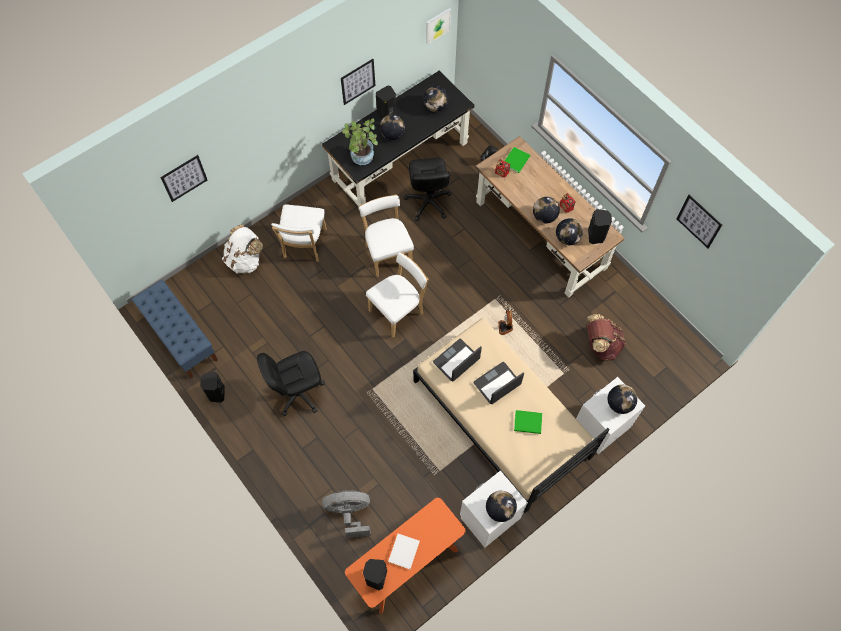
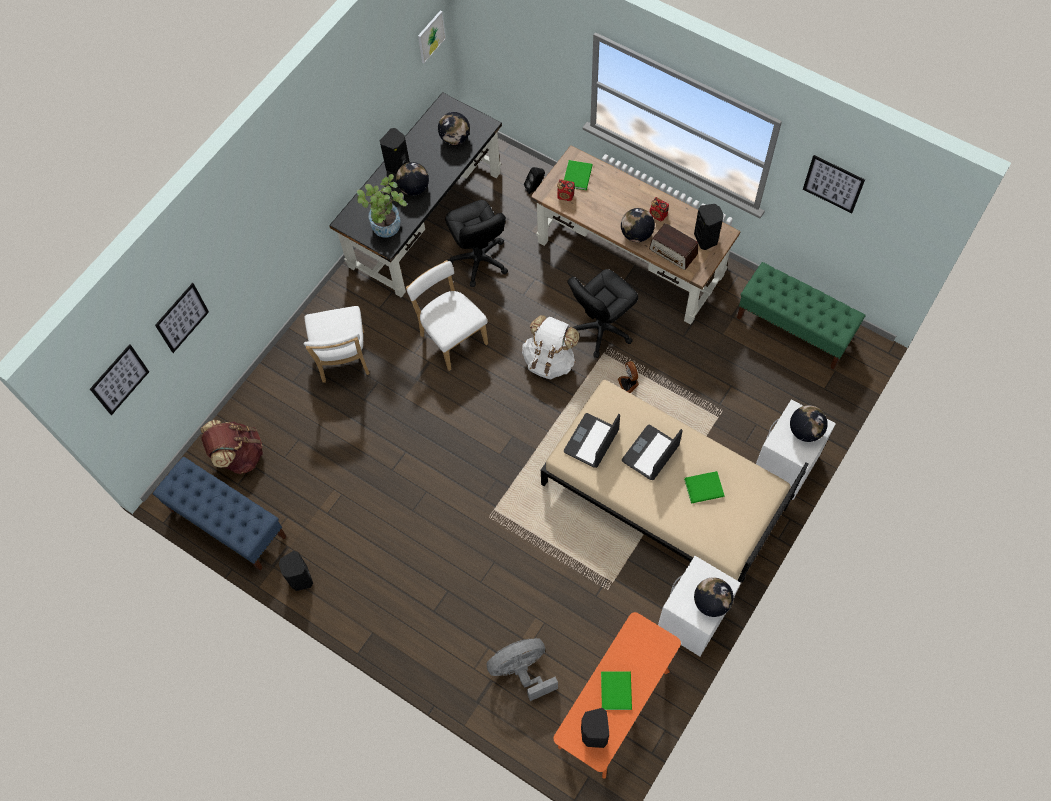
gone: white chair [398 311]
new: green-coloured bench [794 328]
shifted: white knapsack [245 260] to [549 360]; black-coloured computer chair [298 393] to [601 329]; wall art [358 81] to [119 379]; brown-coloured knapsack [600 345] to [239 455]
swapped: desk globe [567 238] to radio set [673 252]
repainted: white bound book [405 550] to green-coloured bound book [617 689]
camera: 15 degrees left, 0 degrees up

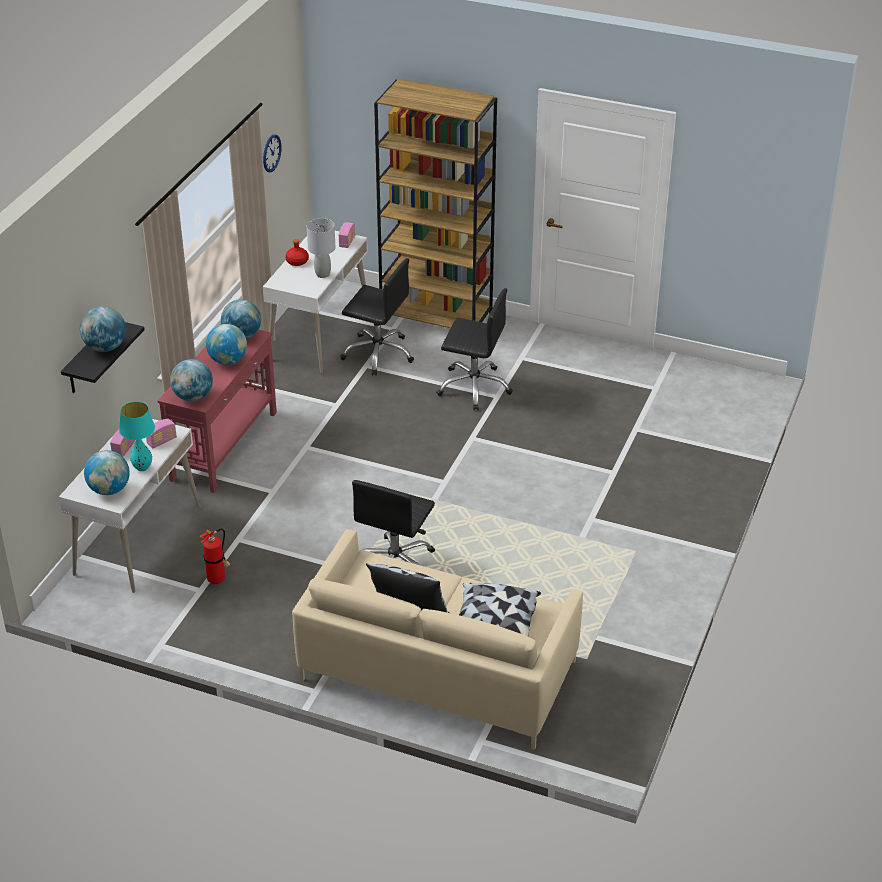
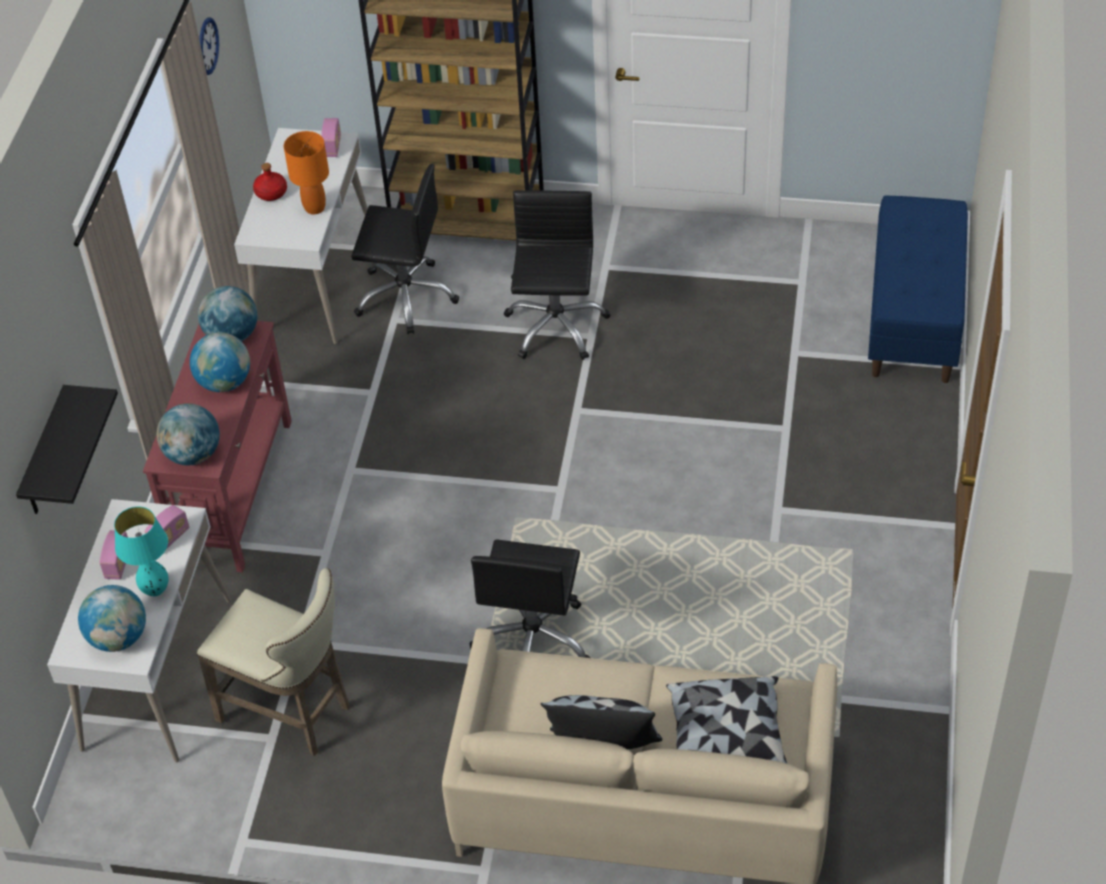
gone: desk globe [105 347]
new: blue bench [914 319]
swapped: extinguisher [218 578] to beige-coloured stool seat [291 713]
repainted: greyish tabletop lamp [323 274] to orangey tabletop lamp [315 208]
rotated: black-coloured computer chair [474 387] = [555 326] 90 degrees counterclockwise
camera: 10 degrees left, 10 degrees up

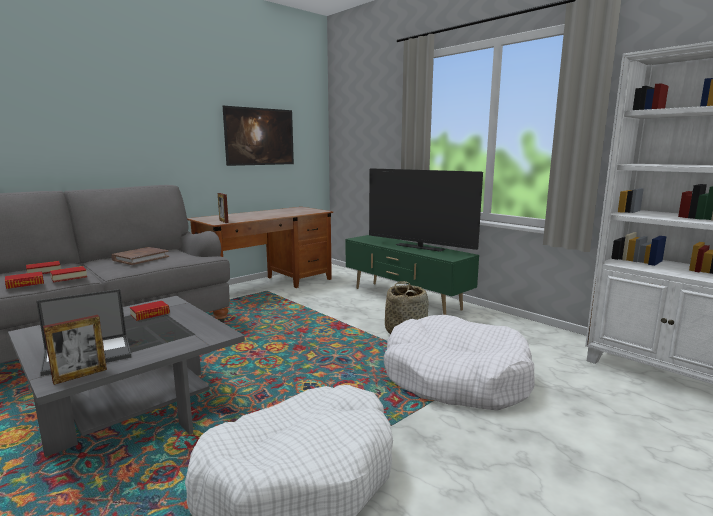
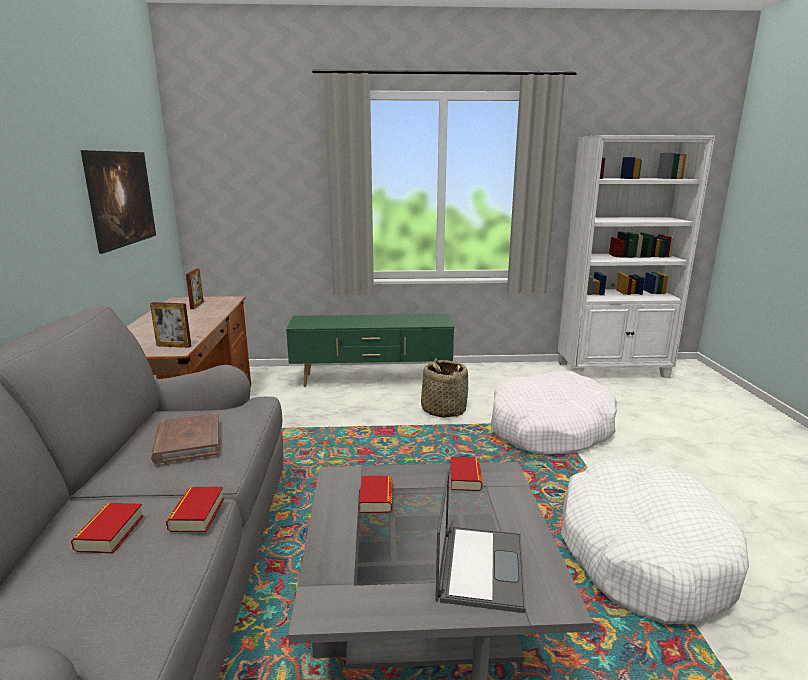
gone: TV [419 247]
shifted: bound book [25 284] to [465 478]; picture frame [80 375] to [197 305]
camera: 50 degrees left, 5 degrees up

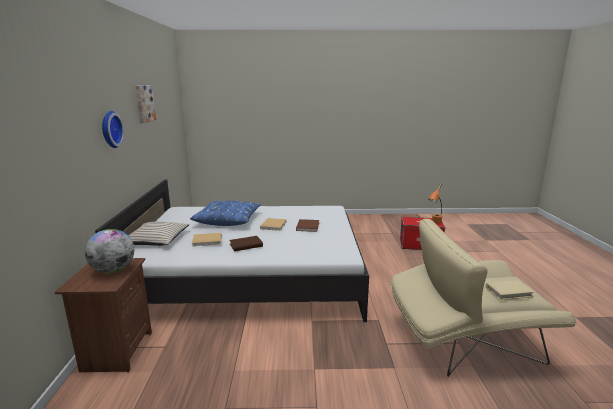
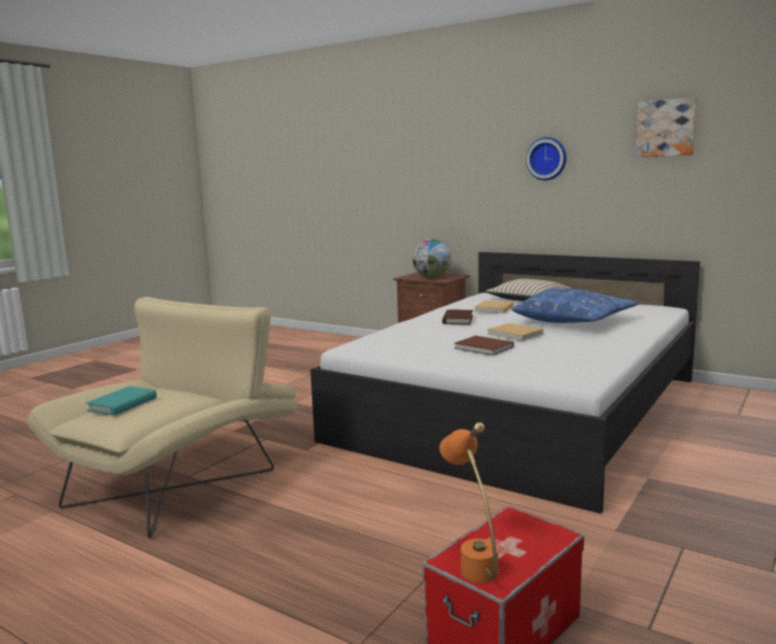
repainted: beige-coloured bound book [508 292] to turquoise bound book [122 404]
camera: 125 degrees right, 5 degrees down

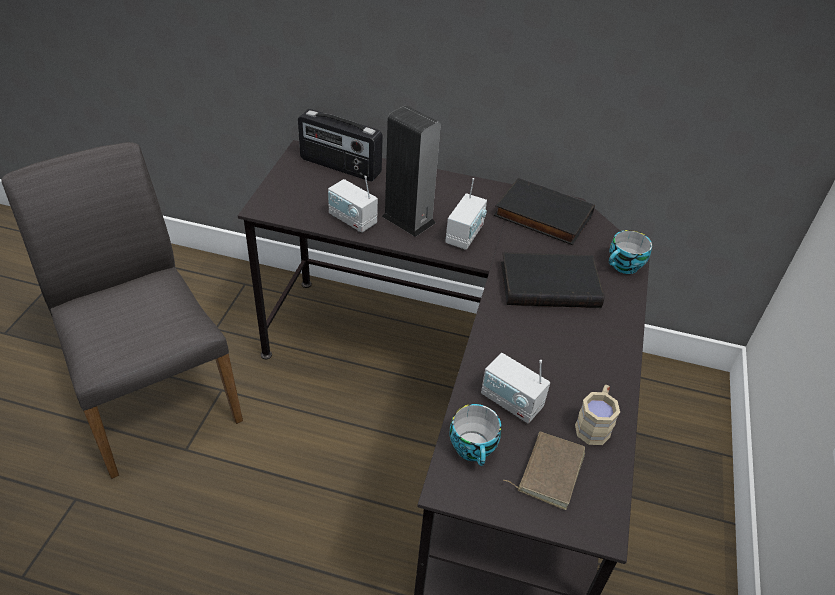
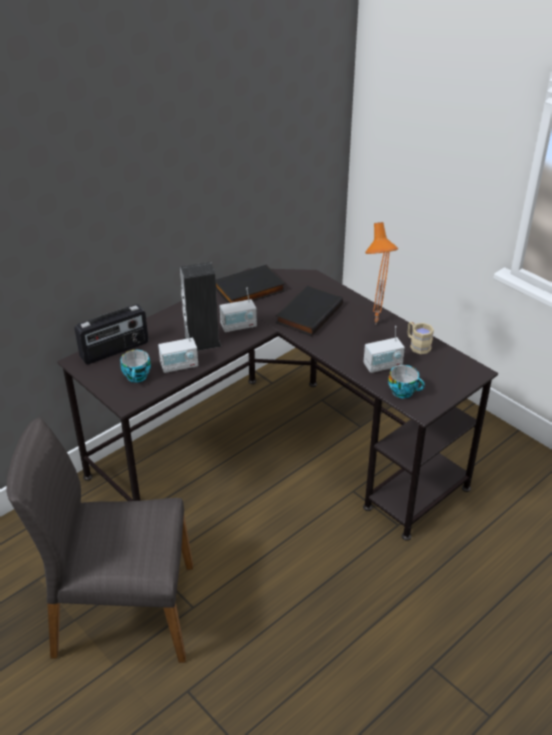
gone: brown-coloured bound book [548 471]
new: orangey tabletop lamp [378 324]
shifted: small cup [624 266] to [137 377]
rotated: radio set [465 235] = [238 326] 105 degrees clockwise
camera: 55 degrees left, 5 degrees down

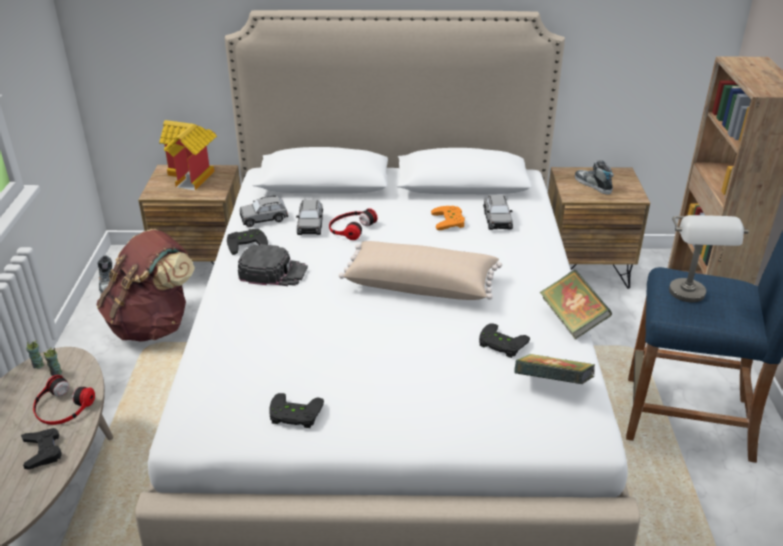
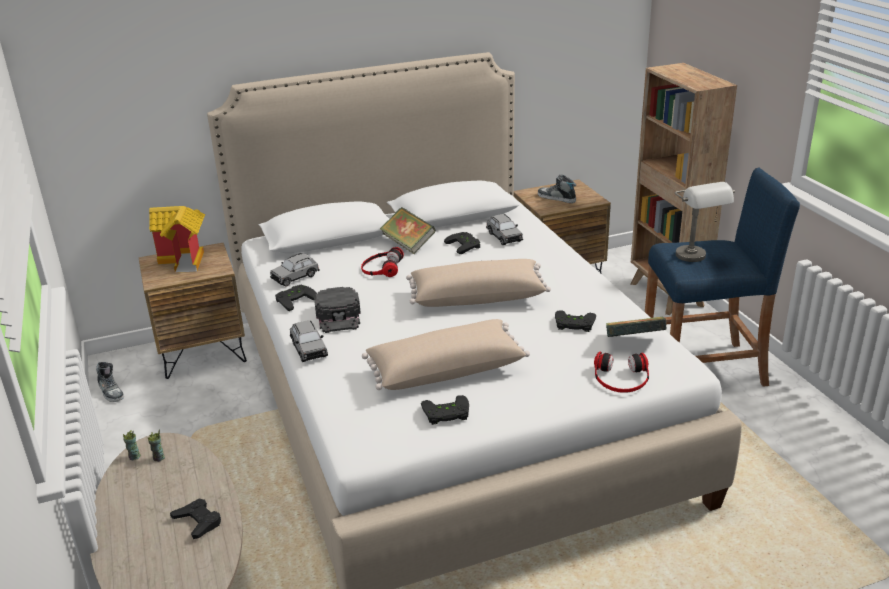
gone: brown-coloured knapsack [153 325]
new: beige-coloured throw pillow [445 370]
shifted: headphones [62 407] to [621 378]; greyish miniature car [310 225] to [309 349]; bound book [572 320] to [408 244]
repainted: orangey gamepad [450 221] to black-coloured gamepad [465 245]
rotated: black-coloured cap [273 272] = [339 316] 90 degrees clockwise
camera: 20 degrees left, 5 degrees down

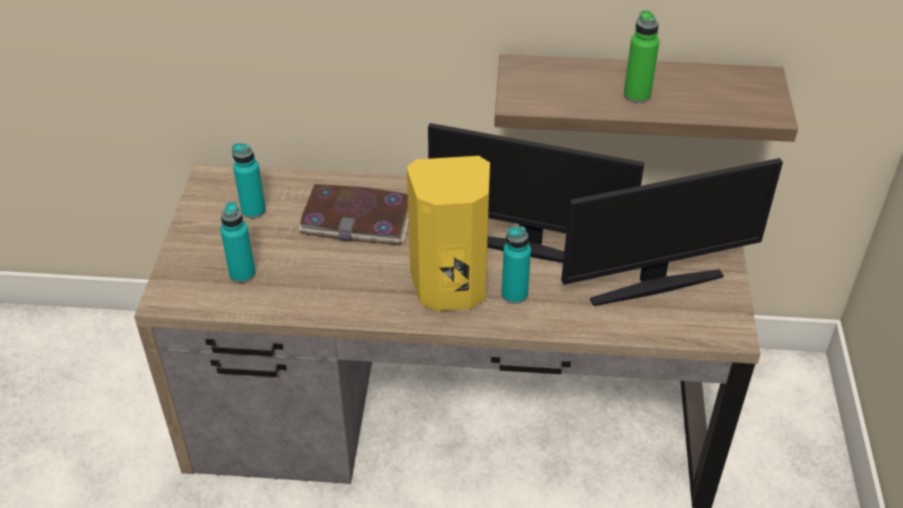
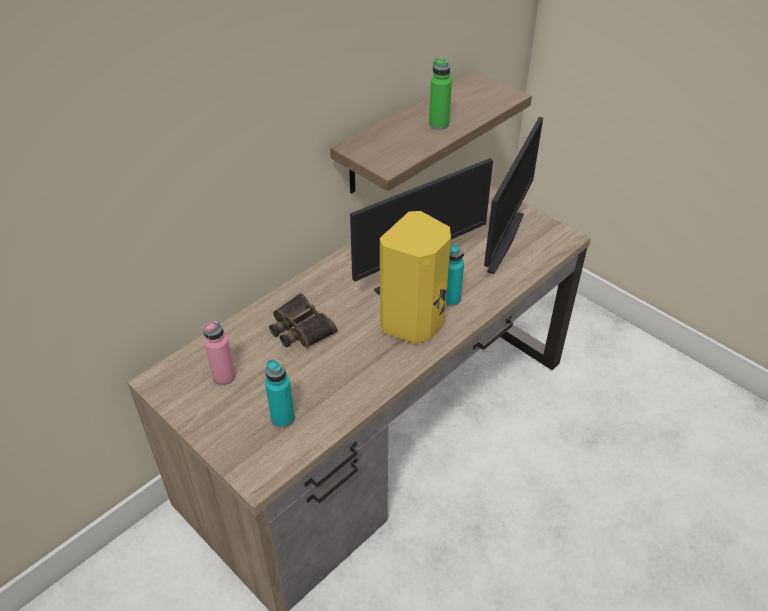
swapped: bound book [357 218] to pair of binoculars [299 328]
repainted: turquoise beverage bottle [253 210] to pinkish beverage bottle [224 376]
camera: 50 degrees left, 0 degrees up

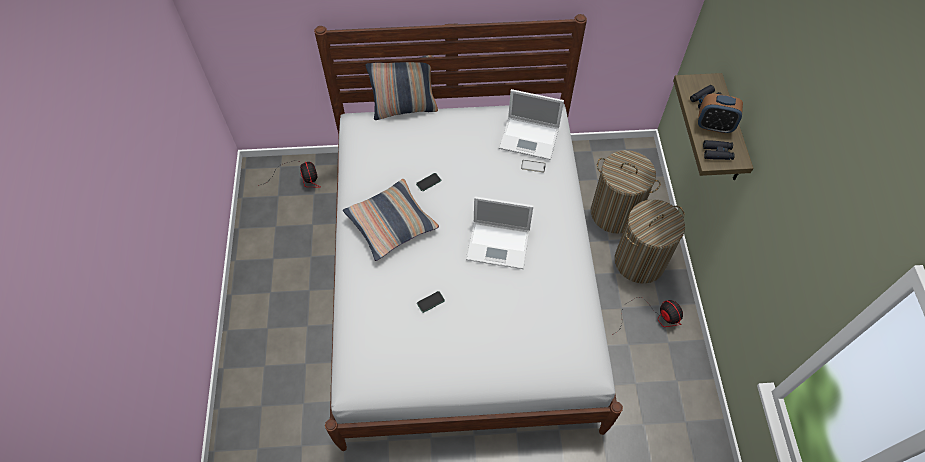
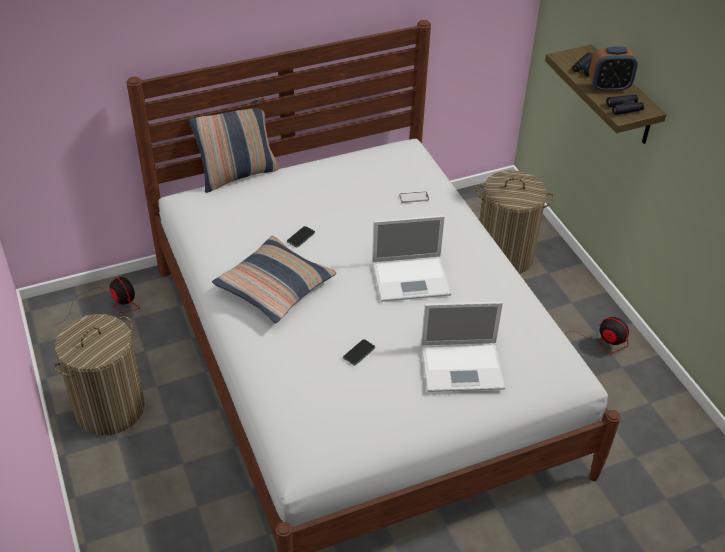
shifted: portable computer [530 138] to [463 366]; hamper [639 261] to [110 408]
camera: 20 degrees left, 15 degrees down

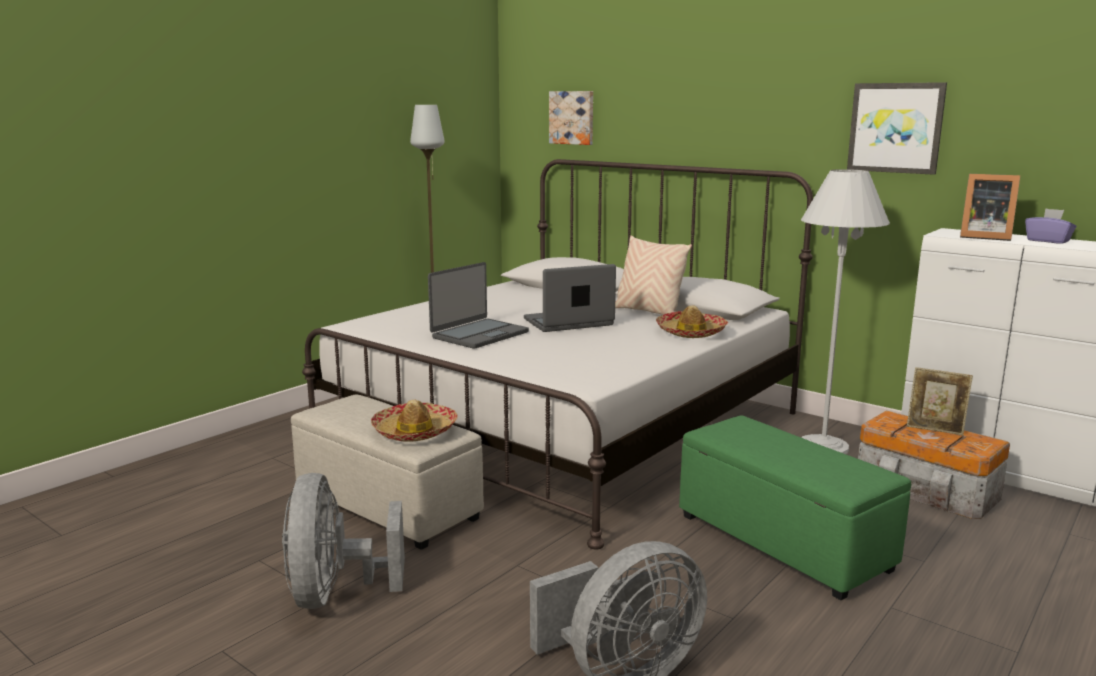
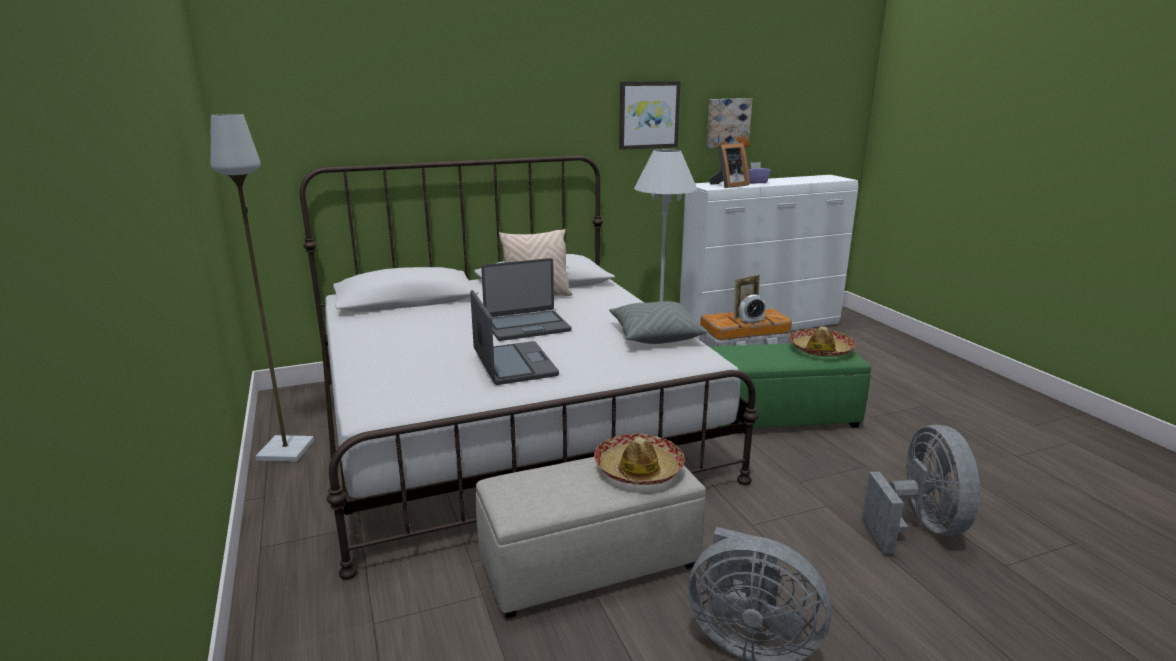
new: greyish throw pillow [655 335]; table clock [751 321]
shifted: wall art [572 117] to [727 123]; hat [691 332] to [820 350]
rotated: portable computer [569 322] = [527 326] 120 degrees counterclockwise
camera: 60 degrees left, 5 degrees up

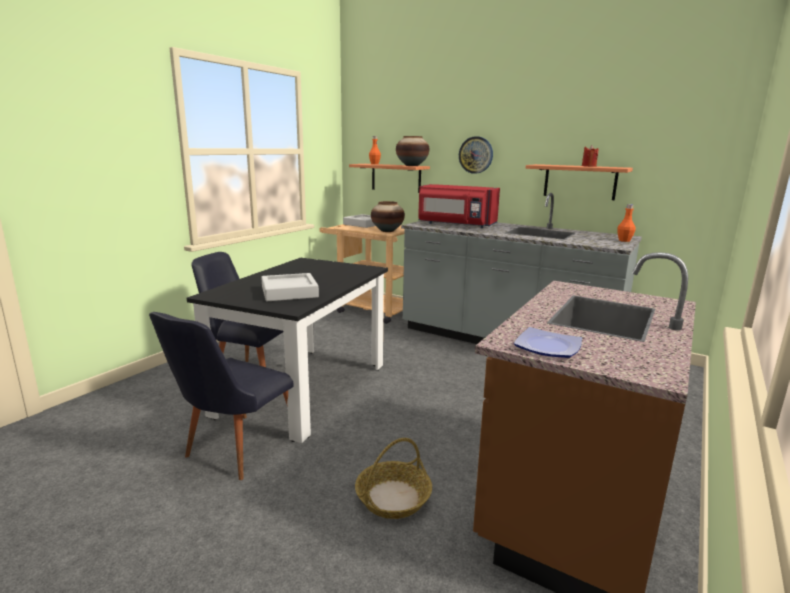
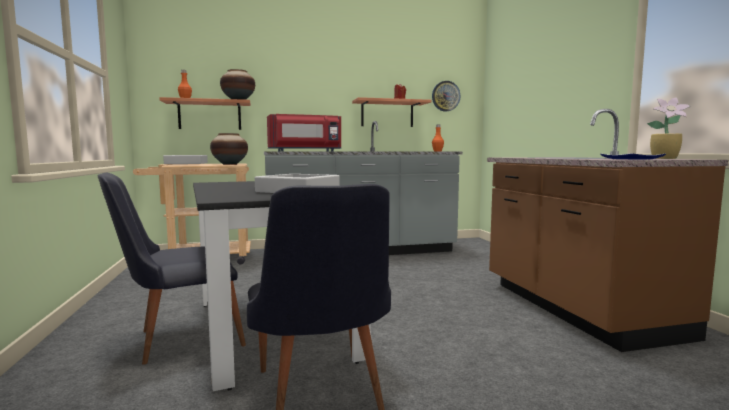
gone: basket [393 498]
new: houseplant [665 158]
shifted: hanging clock [476 155] to [445 96]
camera: 45 degrees left, 10 degrees down

